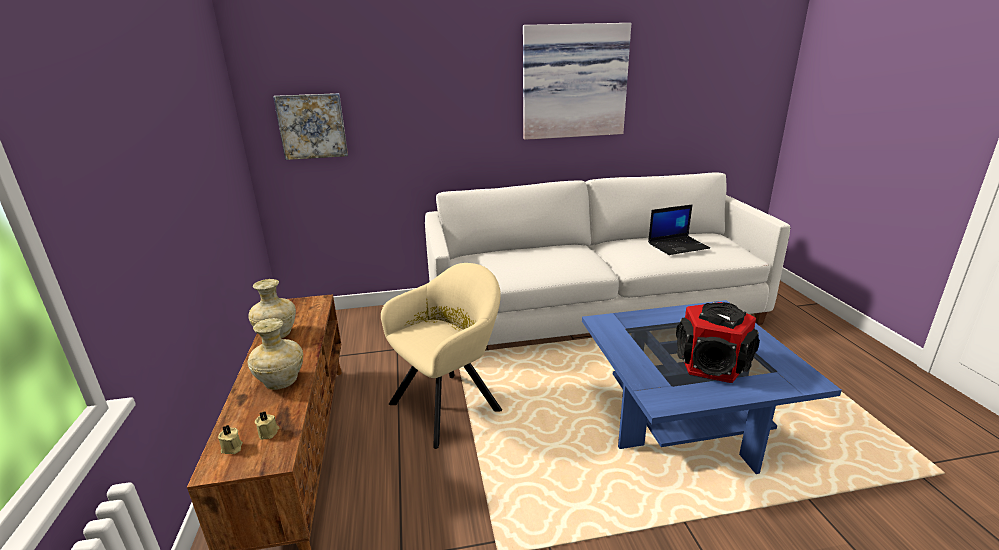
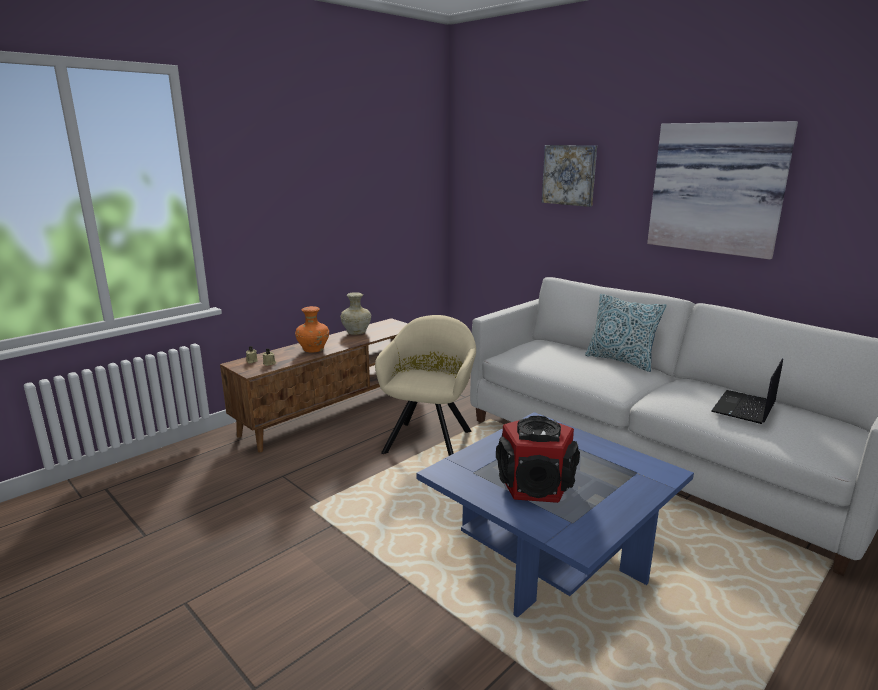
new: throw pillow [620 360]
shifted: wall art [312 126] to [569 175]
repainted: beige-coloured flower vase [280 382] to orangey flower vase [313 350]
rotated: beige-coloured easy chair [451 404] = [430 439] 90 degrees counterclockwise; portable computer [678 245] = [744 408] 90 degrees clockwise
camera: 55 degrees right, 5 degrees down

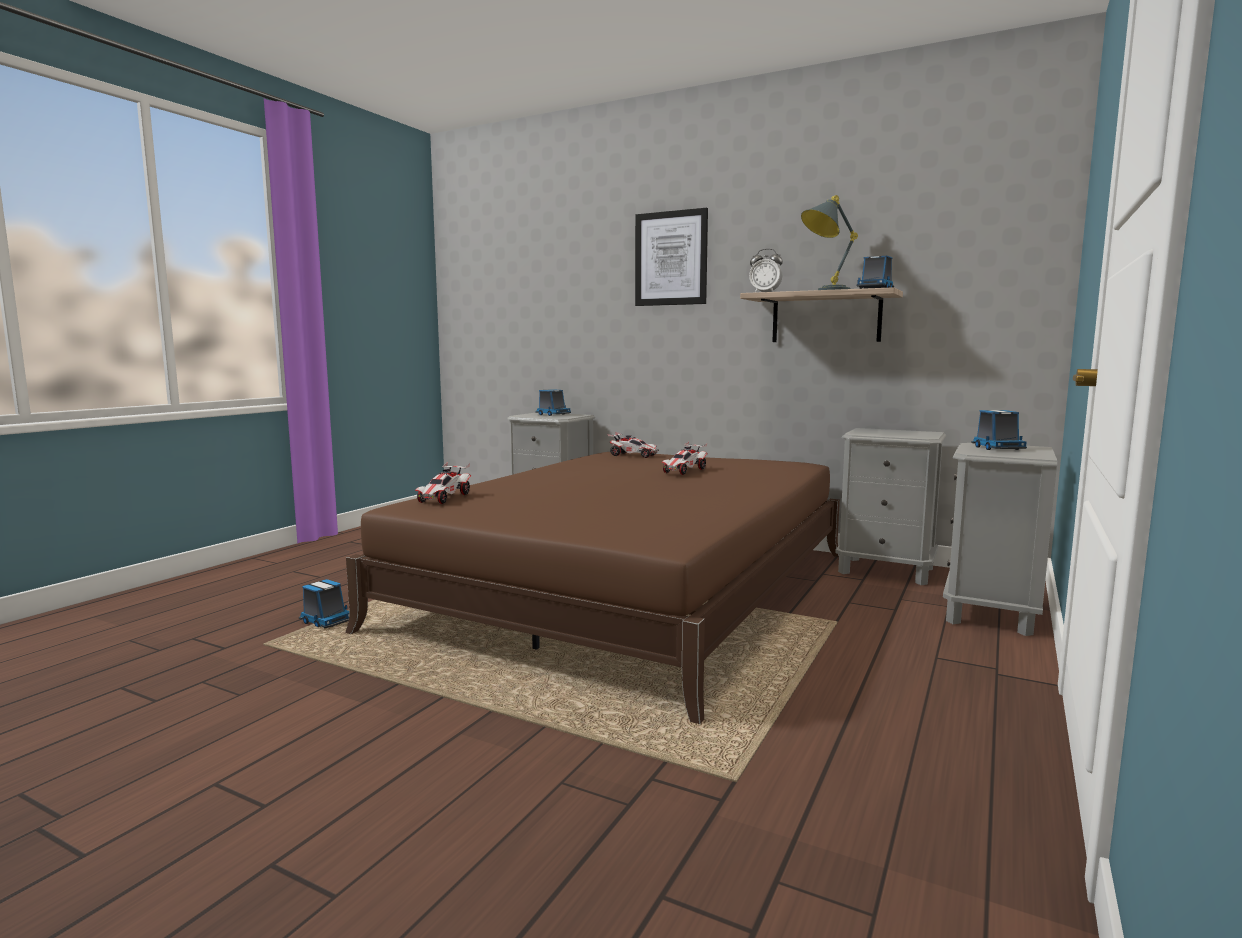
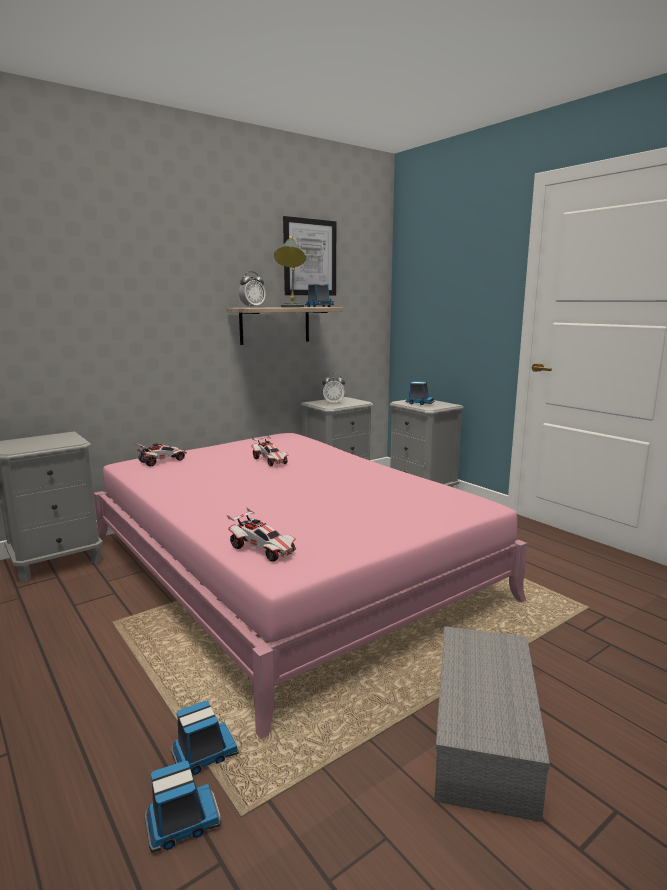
new: table clock [333 403]; greyish storage bin [486 737]
shifted: toy lorry [552 414] to [181 823]; wall art [671 258] to [310 257]
repainted: brown-coloured sleeping bed [632 588] to pinkish sleeping bed [286 567]
camera: 65 degrees left, 5 degrees up

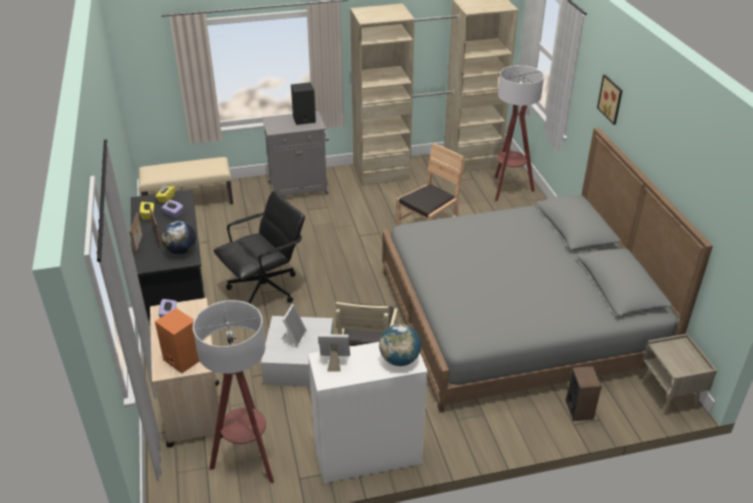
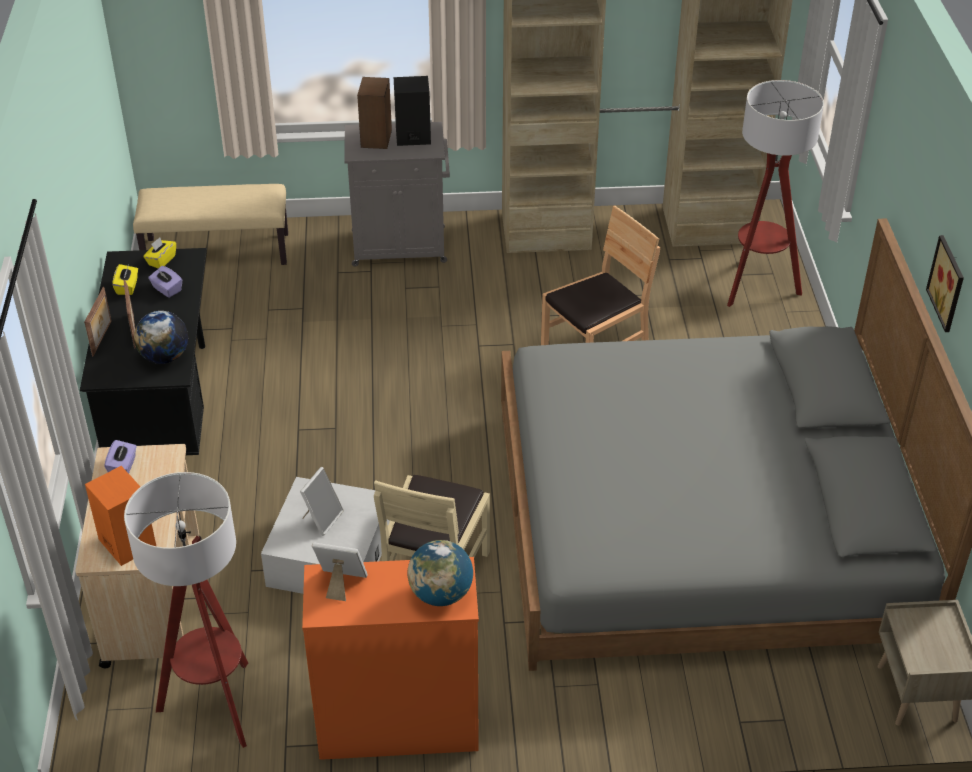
gone: black-coloured computer chair [265 289]
shifted: speaker [579 409] to [376 138]; wall art [611 99] to [949 283]
repainted: white drawer chest [367 455] to orangey drawer chest [398 724]
camera: 10 degrees right, 5 degrees up

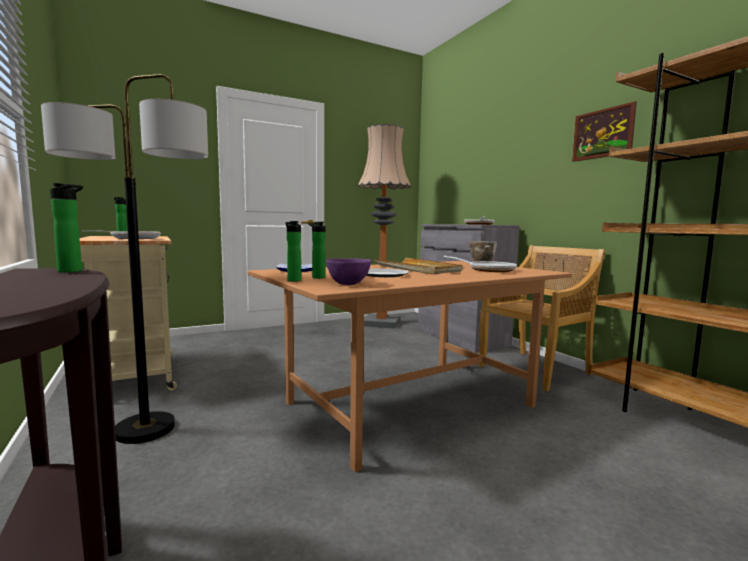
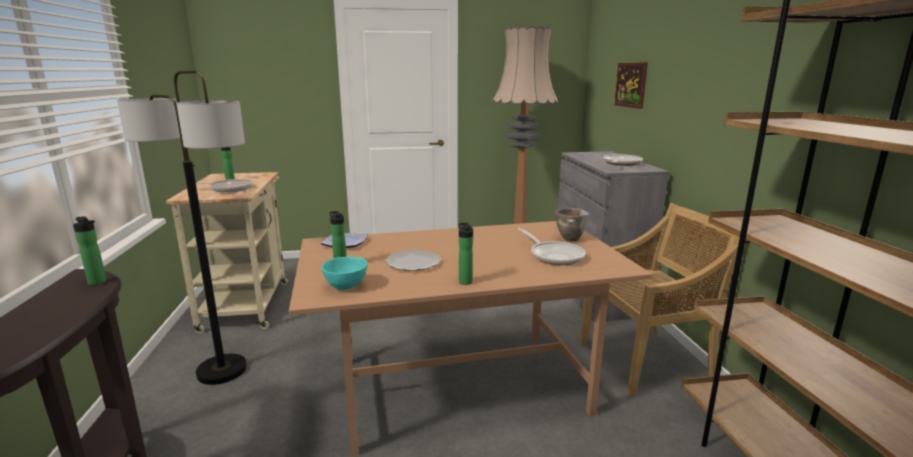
gone: beige-coloured tray [417 269]
shifted: beverage bottle [293 280] to [465 281]; wall art [602 133] to [631 85]
repainted: purple-coloured bowl [349 284] to turquoise bowl [347 286]
camera: 20 degrees right, 10 degrees up

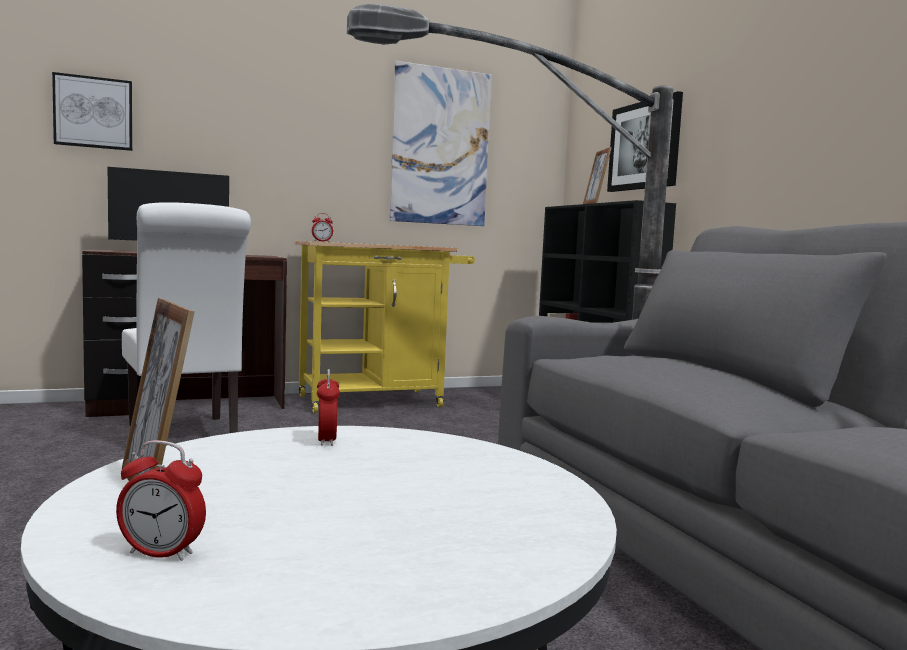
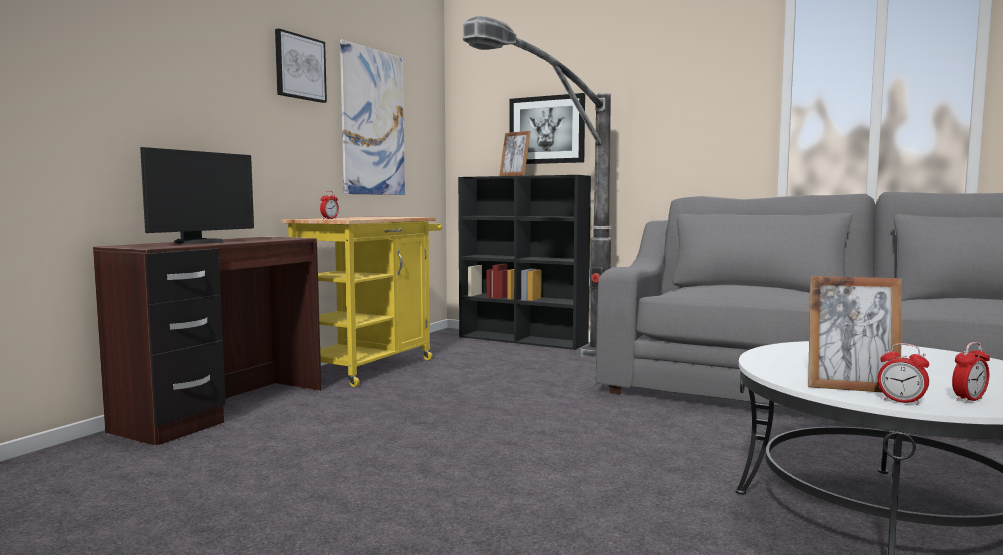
gone: white chair [184 438]
shifted: wall art [93 112] to [299 67]; table clock [327 440] to [901 401]
camera: 40 degrees left, 0 degrees up

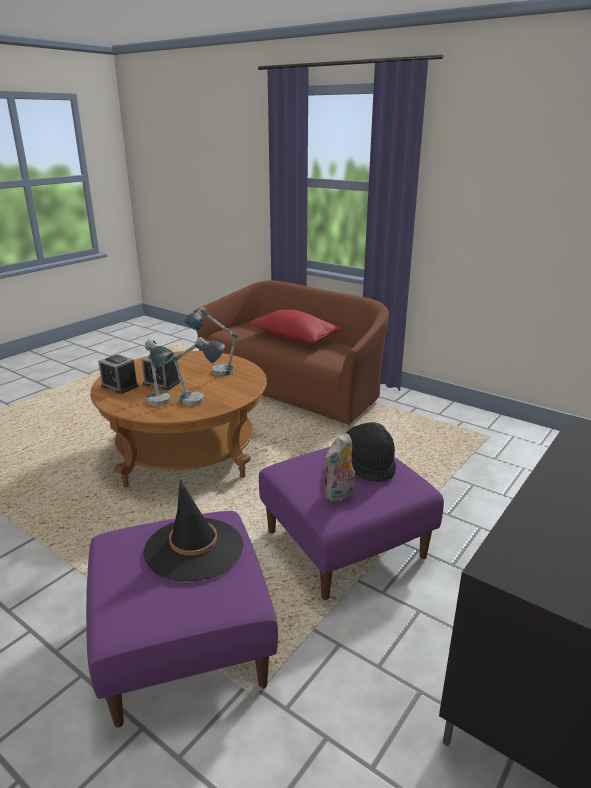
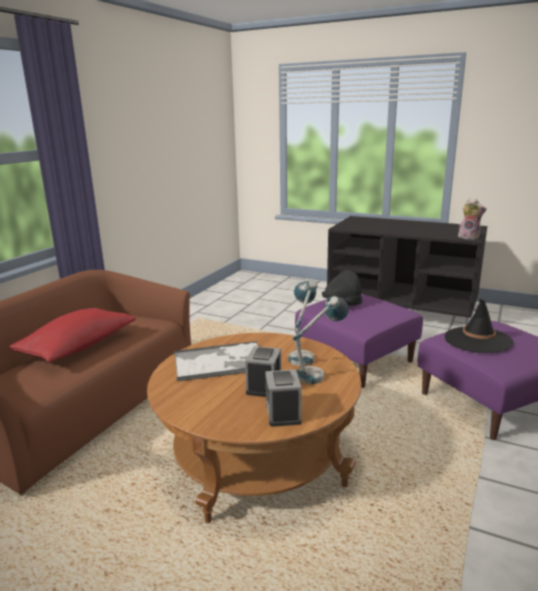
shifted: cuddly toy [340 495] to [469 237]
swapped: tabletop lamp [213 371] to tray [220 362]
rotated: table clock [119 386] = [283 413] 150 degrees clockwise
camera: 100 degrees left, 5 degrees down

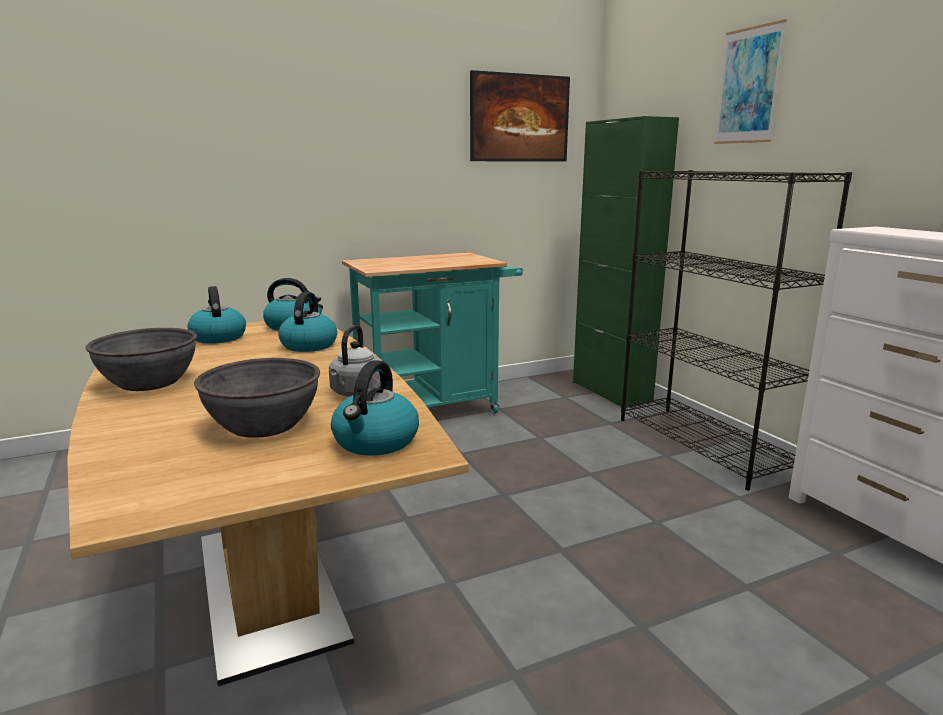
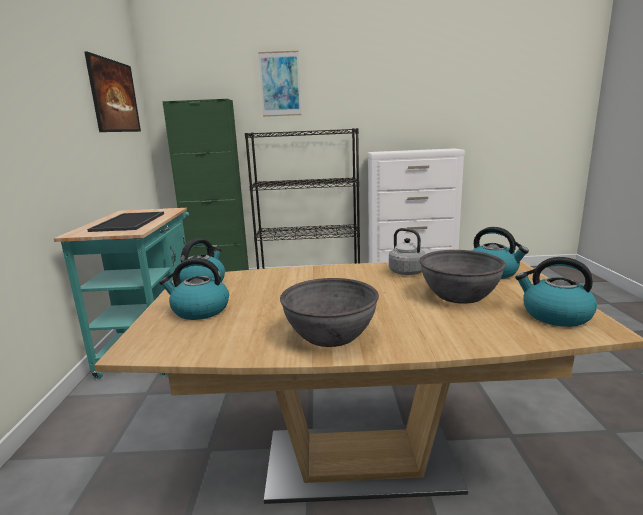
new: tray [130 222]
shifted: tea kettle [309 345] to [555 315]
camera: 65 degrees left, 0 degrees up

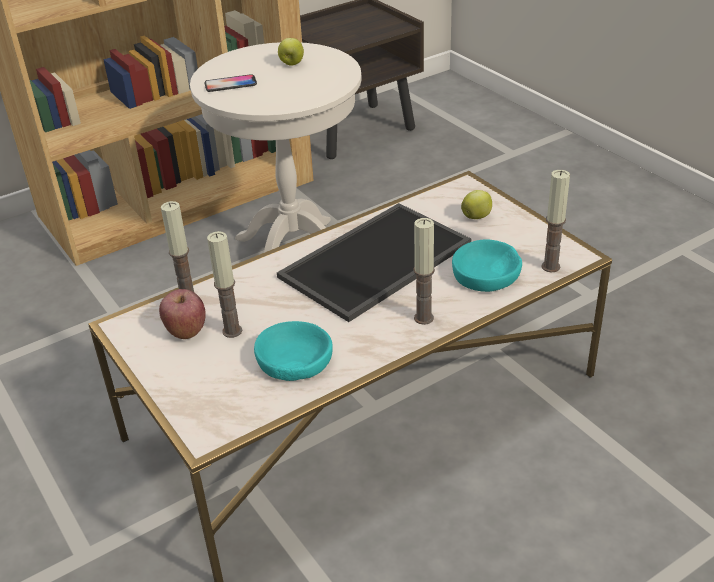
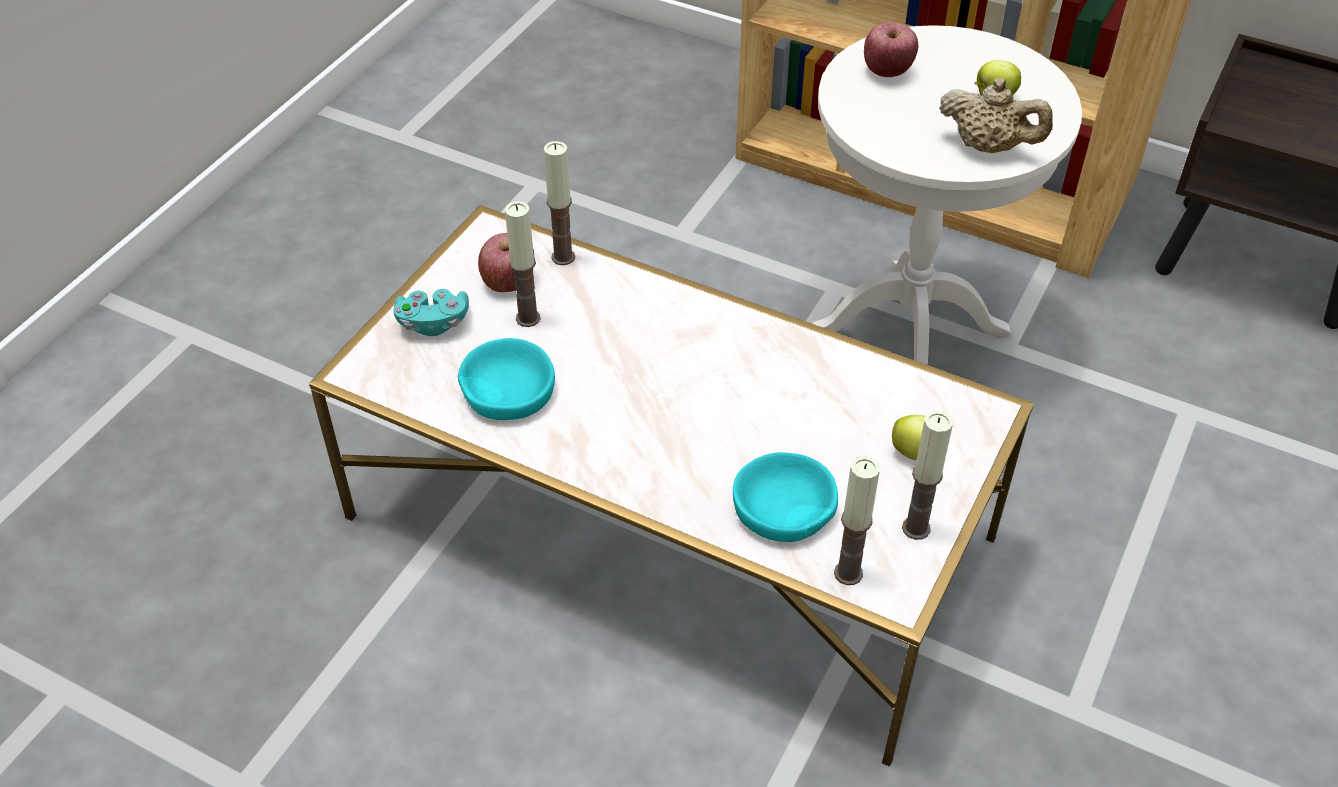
gone: tray [376 262]
new: turquoise gamepad [433 323]; beige-coloured tea pot [988 147]
shifted: wax light [424 318] to [916 528]
swapped: handset [230 84] to apple fruit [887 71]
camera: 60 degrees right, 10 degrees up

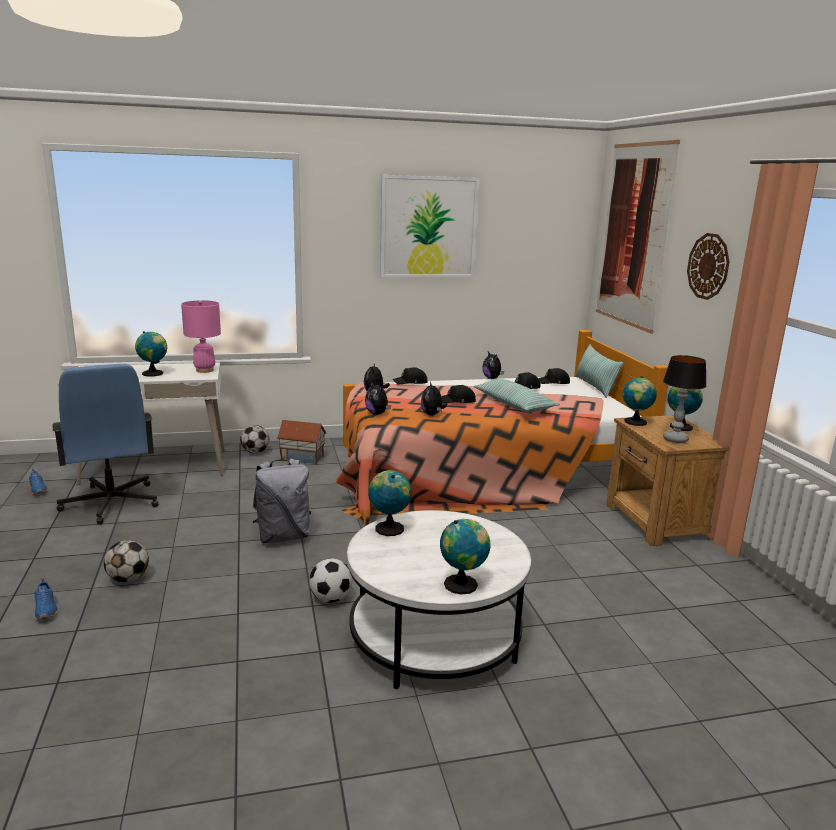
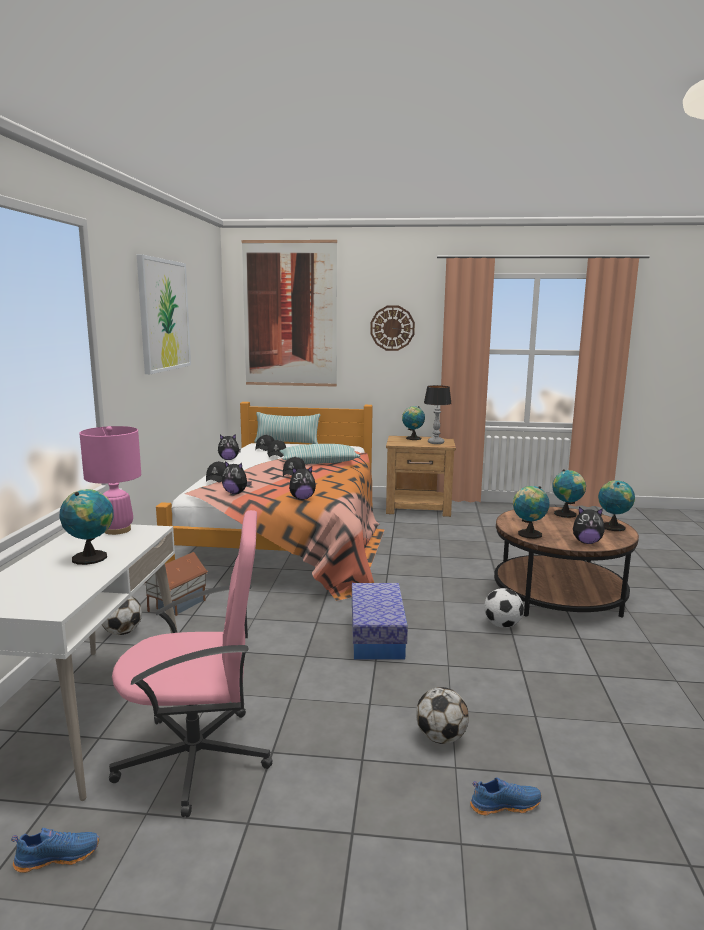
shifted: cuddly toy [432 414] to [586 542]; desk globe [635 422] to [567 514]
swapped: greyish knapsack [283 536] to storage bin [377 635]
repainted: blue computer chair [111 503] to pinkish computer chair [197 758]; white lounge table [435 636] to brown-coloured lounge table [558 595]
camera: 70 degrees left, 5 degrees down

